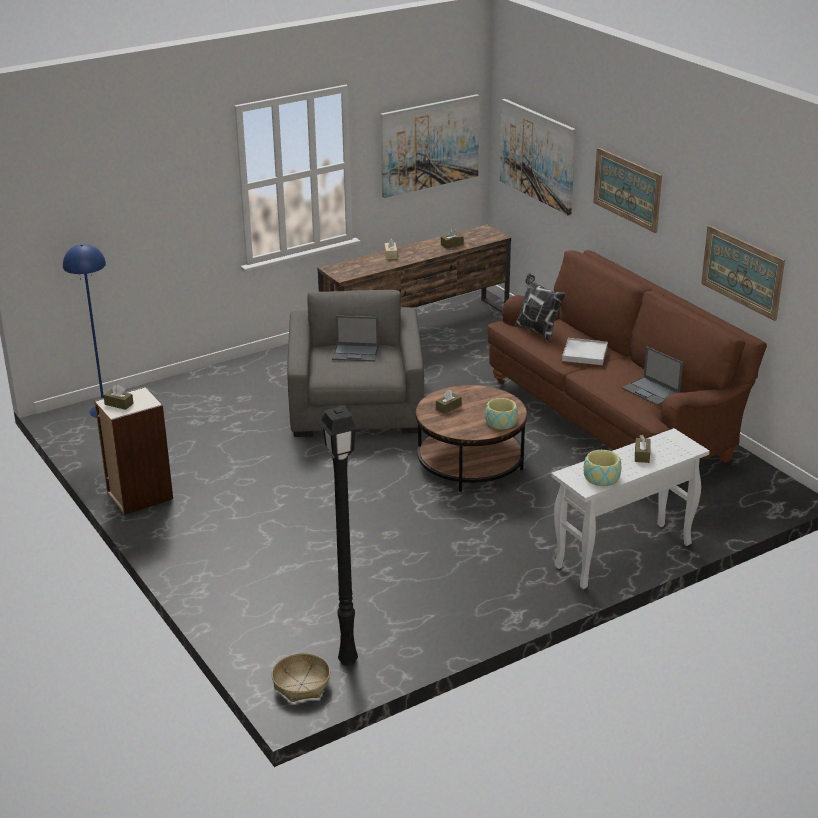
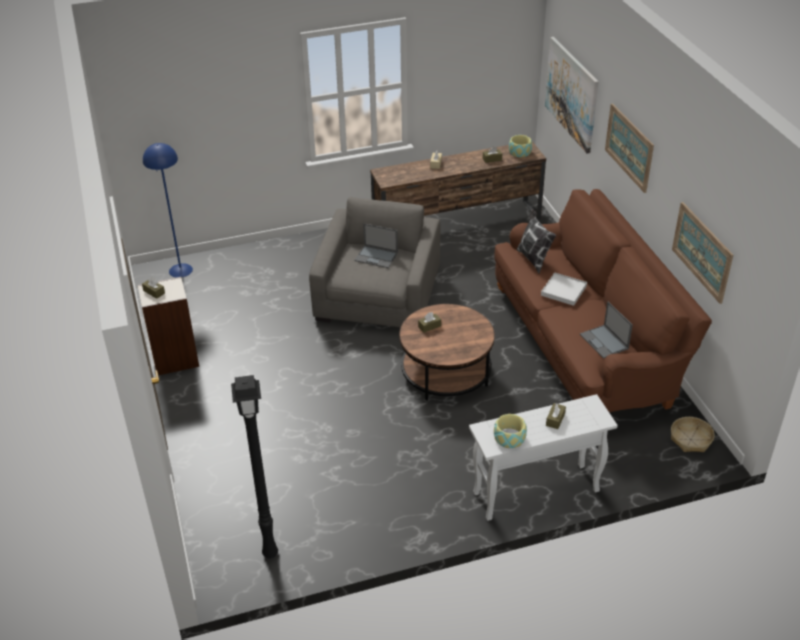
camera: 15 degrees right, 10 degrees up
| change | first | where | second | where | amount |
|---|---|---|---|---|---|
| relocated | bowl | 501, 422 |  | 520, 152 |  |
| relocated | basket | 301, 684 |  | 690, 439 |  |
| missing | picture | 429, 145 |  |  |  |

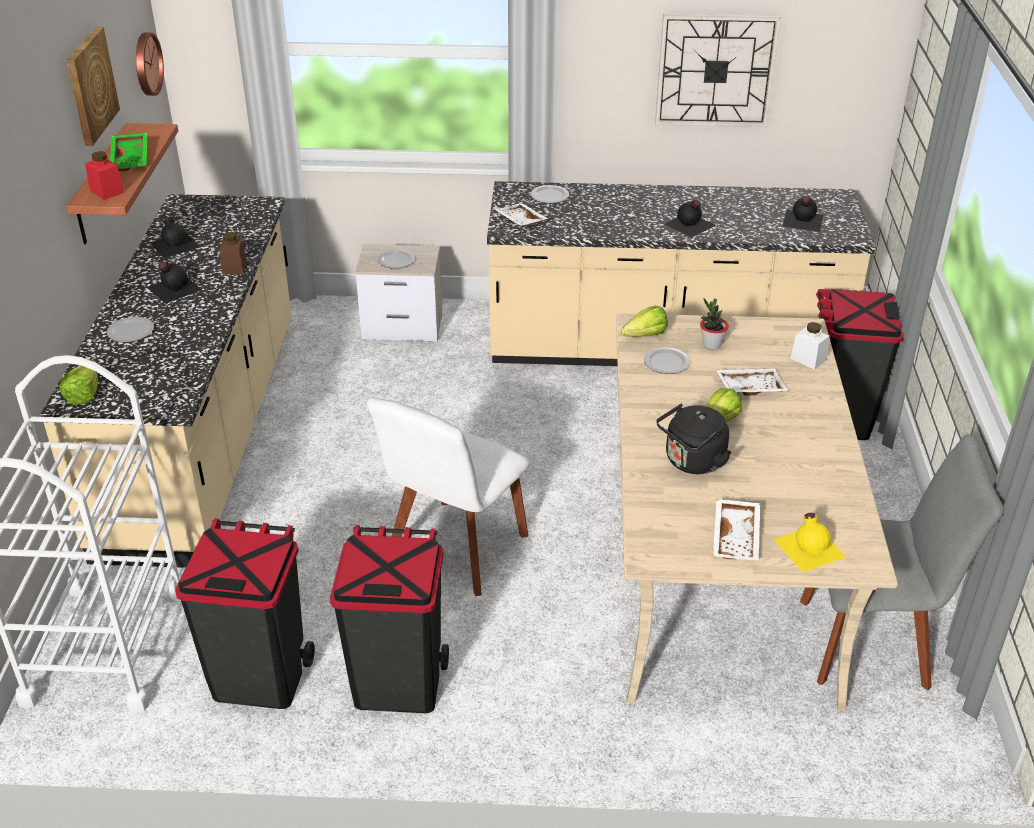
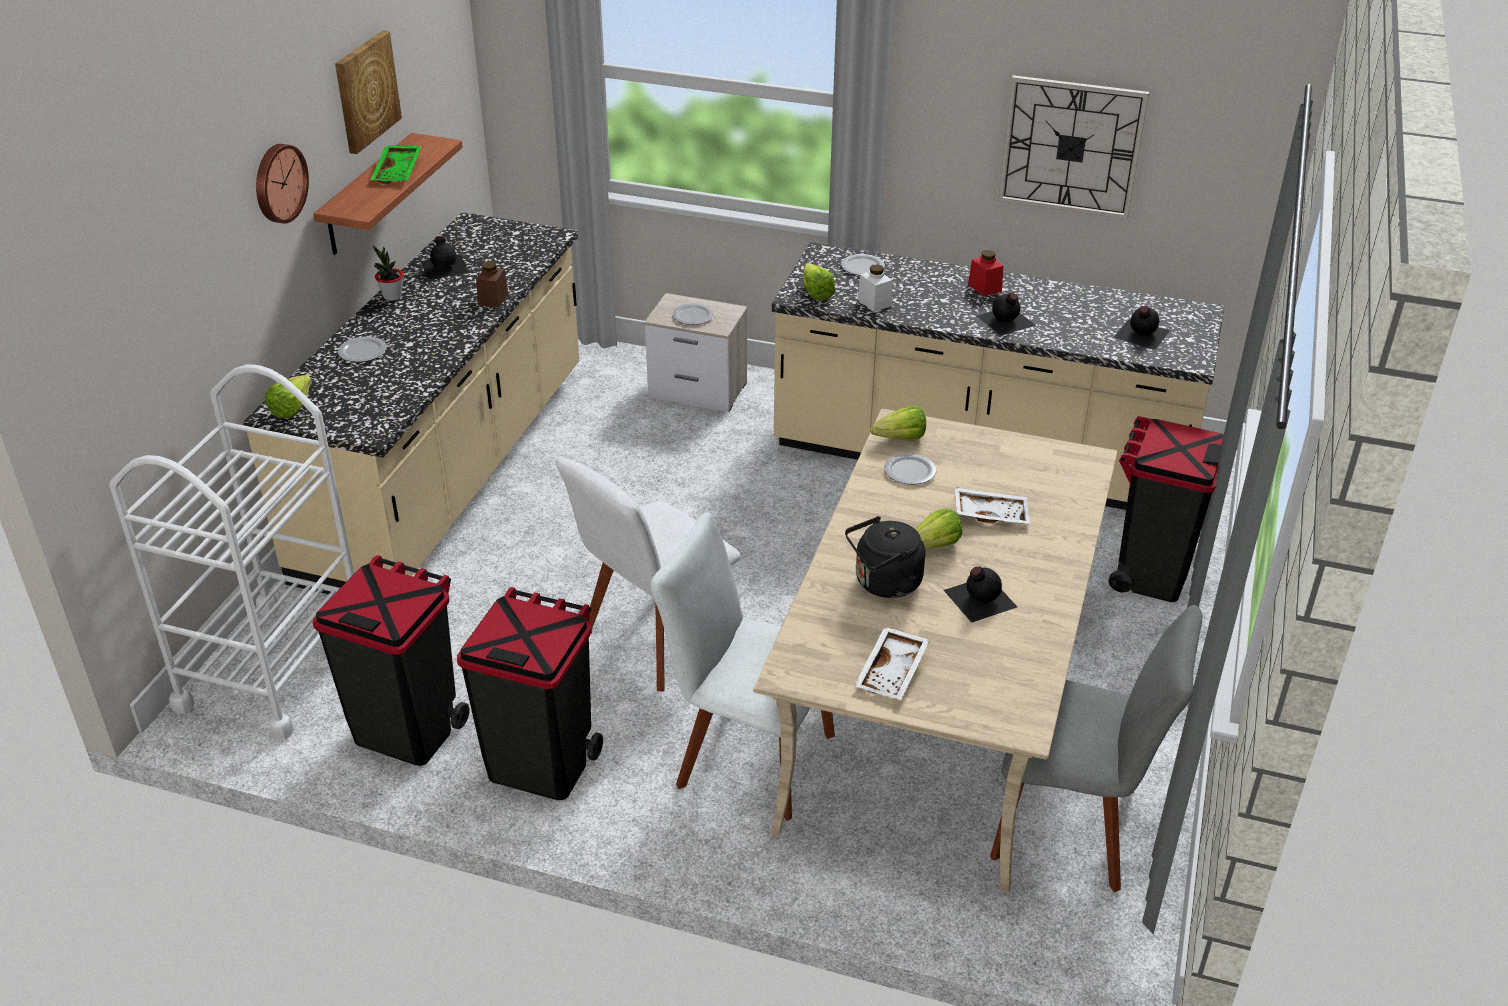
camera: 15 degrees right, 0 degrees up
| change | first | where | second | where | amount |
|---|---|---|---|---|---|
| relocated | wall clock | 146, 64 |  | 278, 183 |  |
| relocated | potted plant | 711, 345 |  | 392, 296 |  |
| appeared |  |  | chair (white) | 748, 756 |  |
| exchanged | tray (white) | 520, 221 | lettuce | 815, 291 |  |
| relocated | jar (white) | 808, 359 |  | 874, 302 |  |
| relocated | bottle (black) | 173, 288 |  | 978, 598 |  |
| relocated | jar (red) | 107, 191 |  | 984, 288 |  |
| missing | bottle (yellow) | 809, 547 |  |  |  |

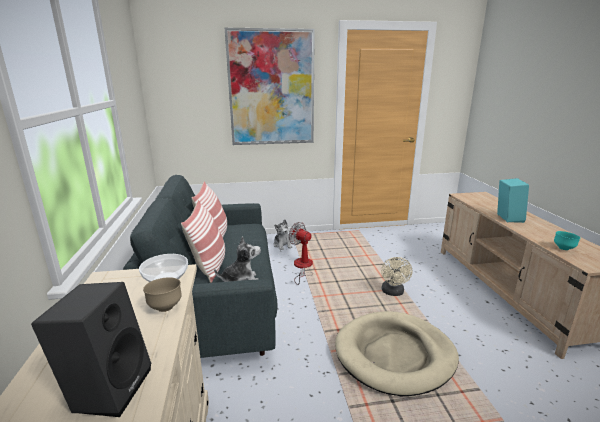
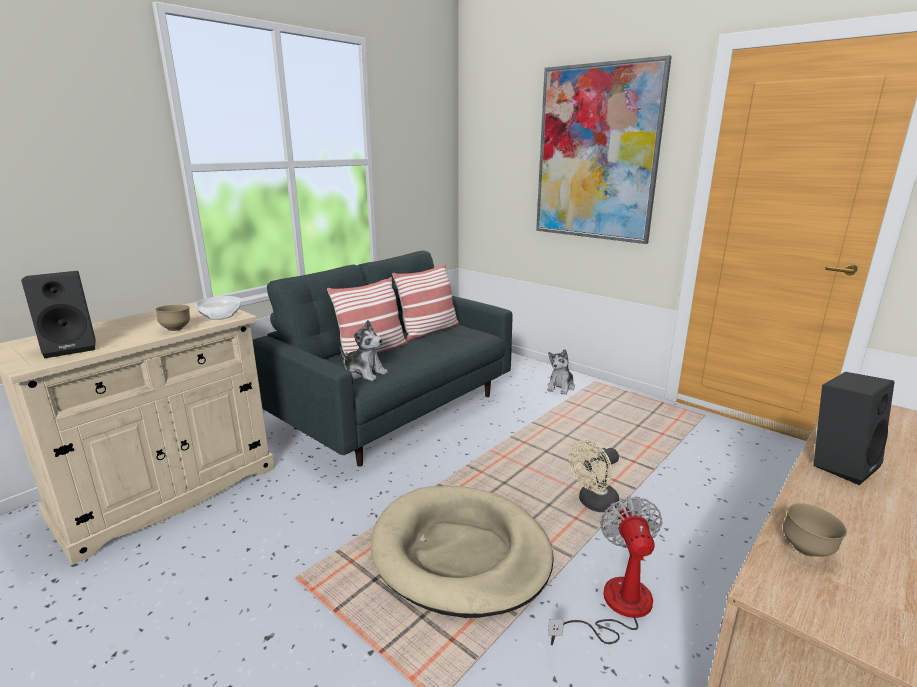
camera: 50 degrees right, 0 degrees up
| change | first | where | second | where | amount |
|---|---|---|---|---|---|
| relocated | fan | 302, 267 |  | 615, 607 |  |
| colour | bowl (turquoise) | 564, 248 | bowl (brown) | 807, 550 |  |
| colour | speaker (turquoise) | 507, 218 | speaker (black) | 839, 463 |  |

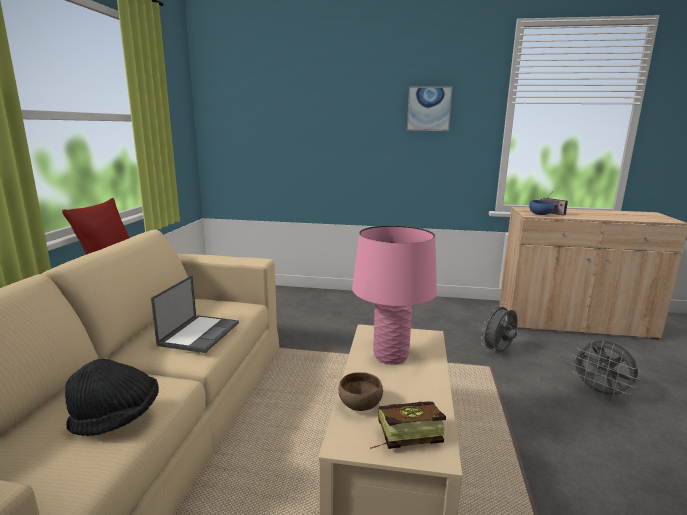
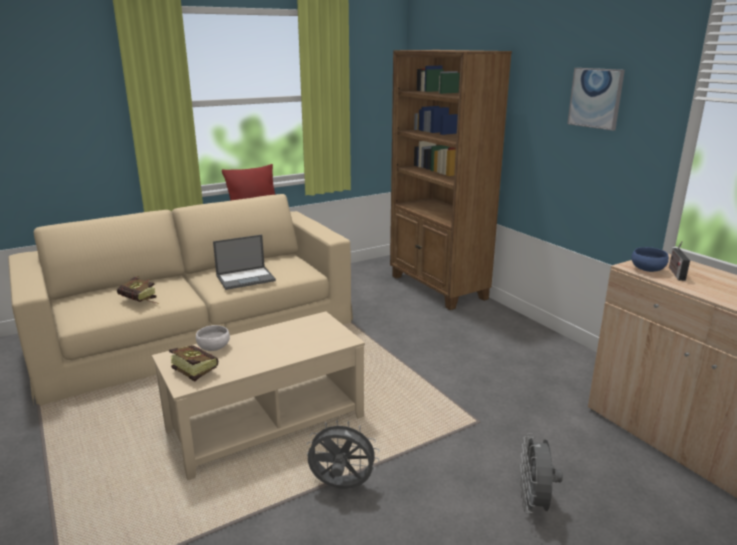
camera: 50 degrees right, 5 degrees up
| change | first | where | second | where | amount |
|---|---|---|---|---|---|
| exchanged | hat (black) | 117, 418 | book | 140, 301 |  |
| colour | bowl (brown) | 359, 404 | bowl (white) | 214, 347 |  |
| relocated | fan (grey) | 498, 352 |  | 341, 487 |  |
| appeared |  |  | bookcase (brown) | 438, 287 |  |
| missing | table lamp (pink) | 390, 356 |  |  |  |

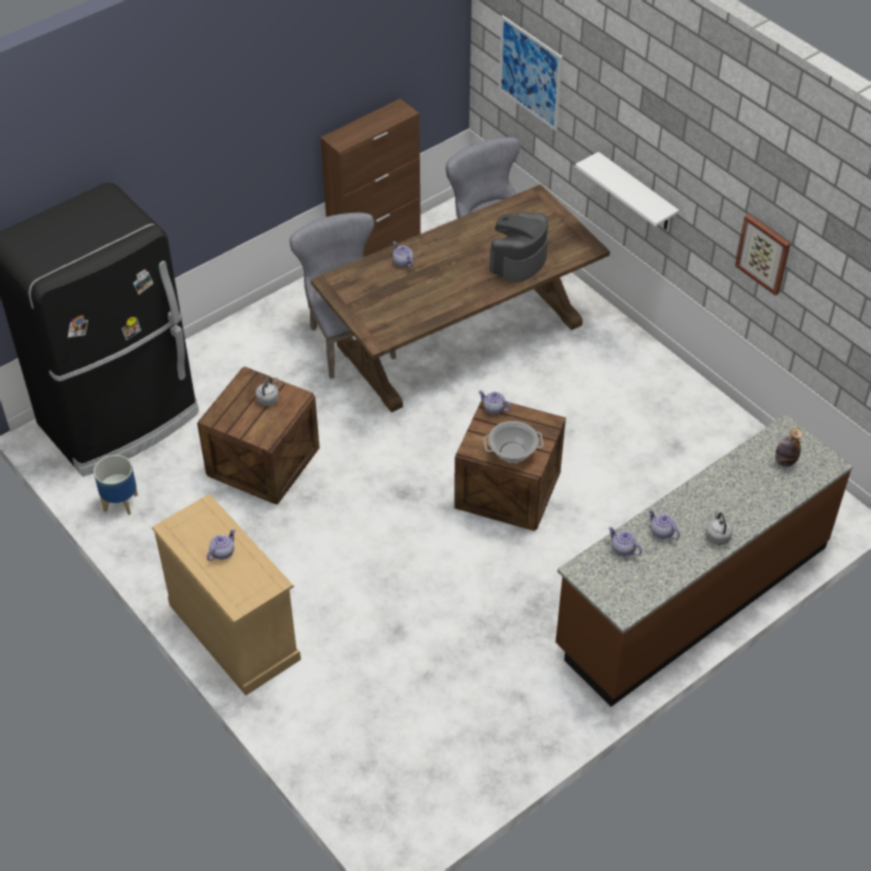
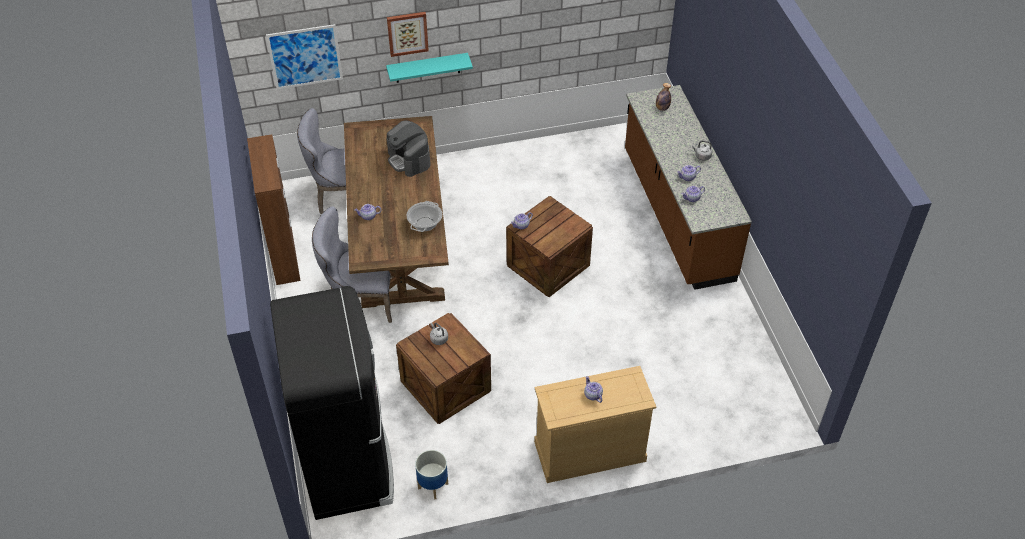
camera: 65 degrees left, 0 degrees up
| change | first | where | second | where | amount |
|---|---|---|---|---|---|
| colour | shelf (white) | 636, 193 | shelf (turquoise) | 427, 68 |  |
| relocated | picture | 764, 253 |  | 407, 33 |  |
| relocated | cooking pot | 512, 452 |  | 425, 224 |  |

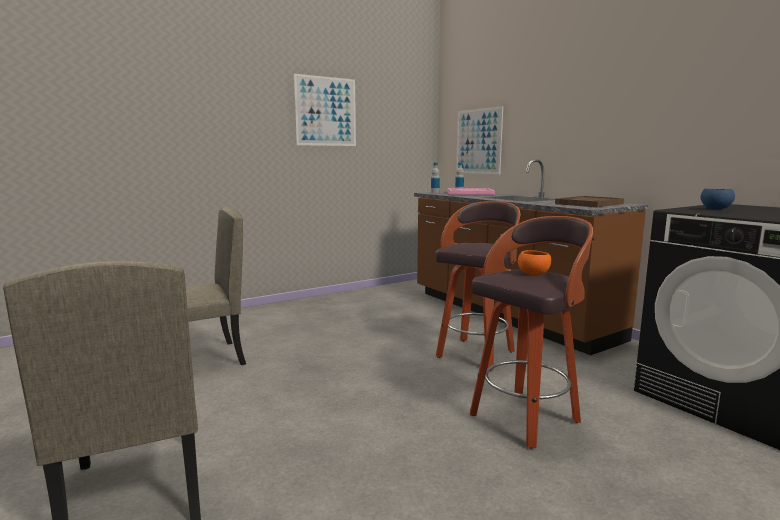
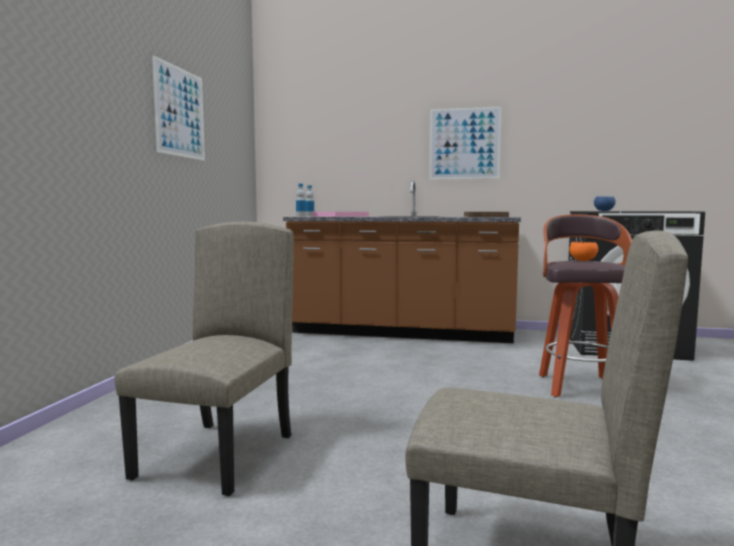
camera: 45 degrees left, 5 degrees down
| change | first | where | second | where | amount |
|---|---|---|---|---|---|
| relocated | picture | 478, 141 |  | 464, 143 |  |
| missing | stool | 476, 353 |  |  |  |

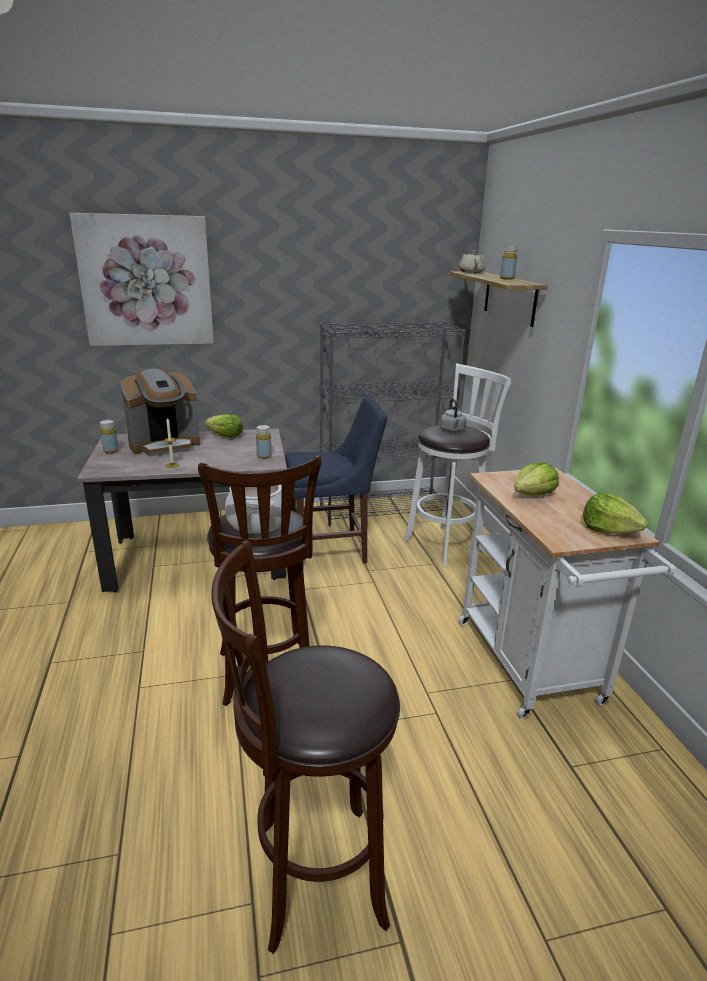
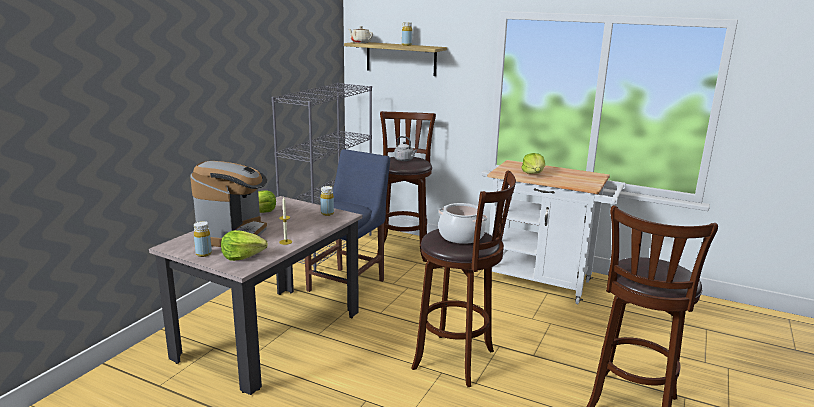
camera: 50 degrees left, 5 degrees down
| change | first | where | second | where | amount |
|---|---|---|---|---|---|
| relocated | lettuce | 608, 529 |  | 242, 256 |  |
| colour | stool (white) | 446, 544 | stool (brown) | 403, 250 |  |
| missing | picture | 146, 281 |  |  |  |

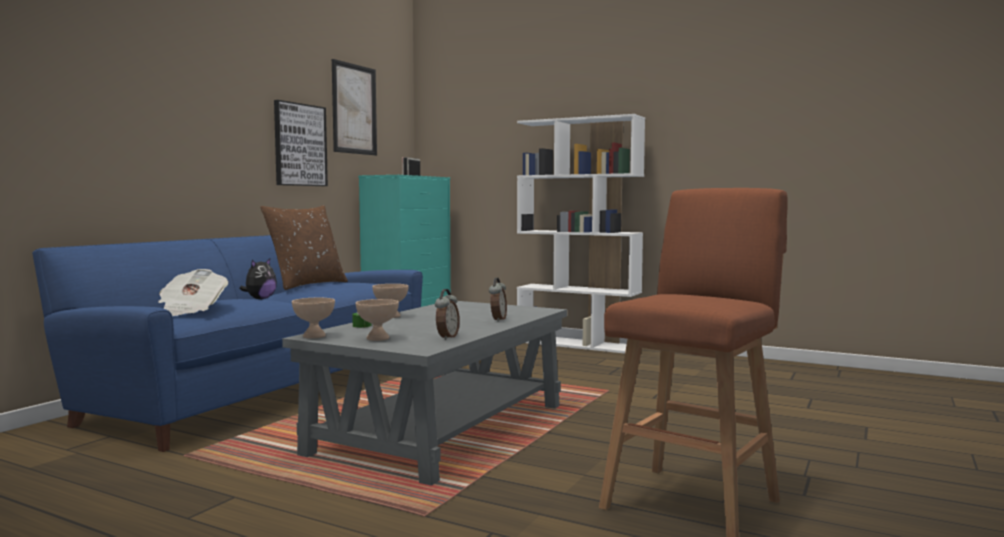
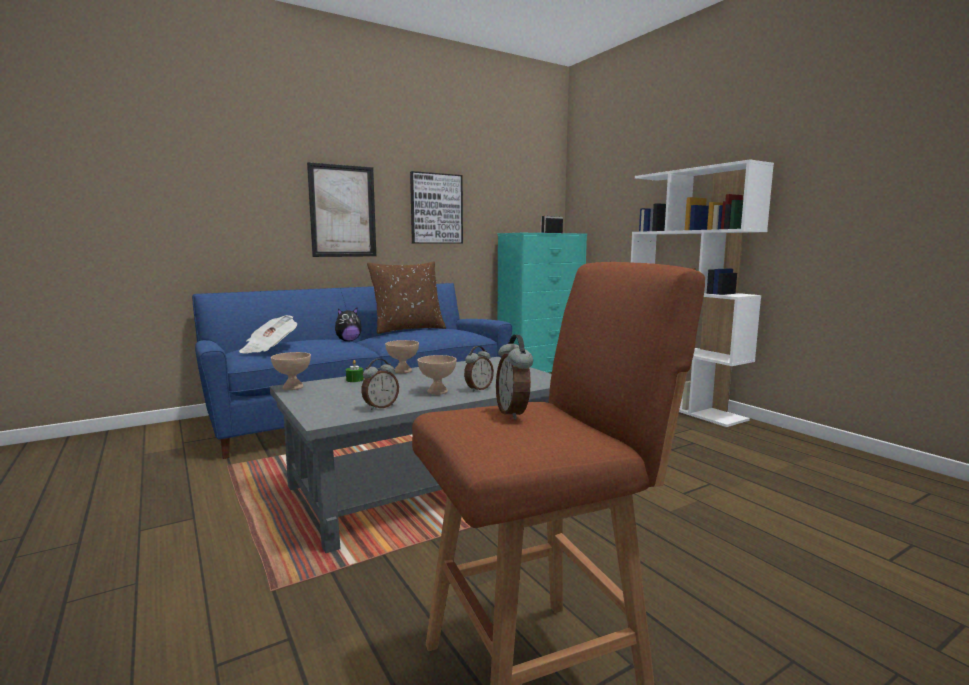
camera: 30 degrees right, 5 degrees up
| change | first | where | second | where | amount |
|---|---|---|---|---|---|
| relocated | picture | 354, 109 |  | 342, 211 |  |
| relocated | bowl (beige) | 378, 338 |  | 438, 392 |  |
| appeared |  |  | alarm clock | 514, 413 |  |

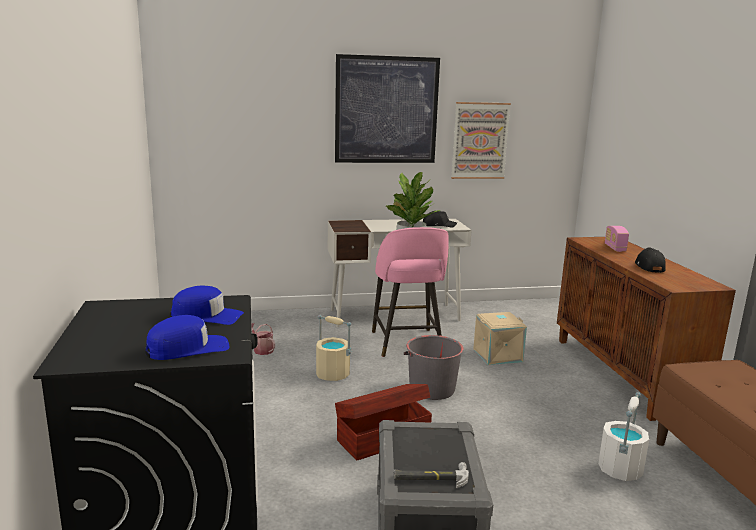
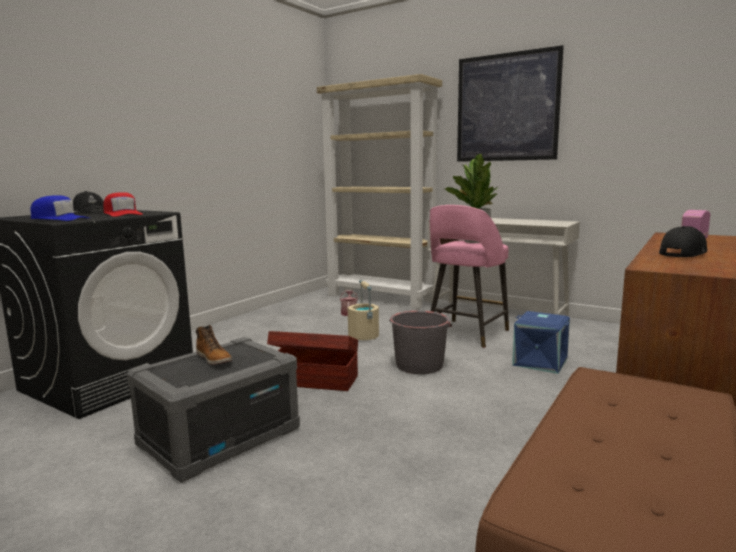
camera: 45 degrees right, 5 degrees down
| change | first | where | second | where | amount |
|---|---|---|---|---|---|
| relocated | cap (black) | 438, 225 |  | 90, 212 |  |
| colour | cap (blue) | 207, 316 | cap (red) | 122, 214 |  |
| appeared |  |  | boot | 214, 358 |  |
| appeared |  |  | bookcase (beige) | 381, 298 |  |
| colour | storage box (beige) | 497, 355 | storage box (blue) | 540, 362 |  |
| missing | hammer | 430, 478 |  |  |  |
| missing | picture | 480, 141 |  |  |  |
| missing | bucket (white) | 620, 469 |  |  |  |

